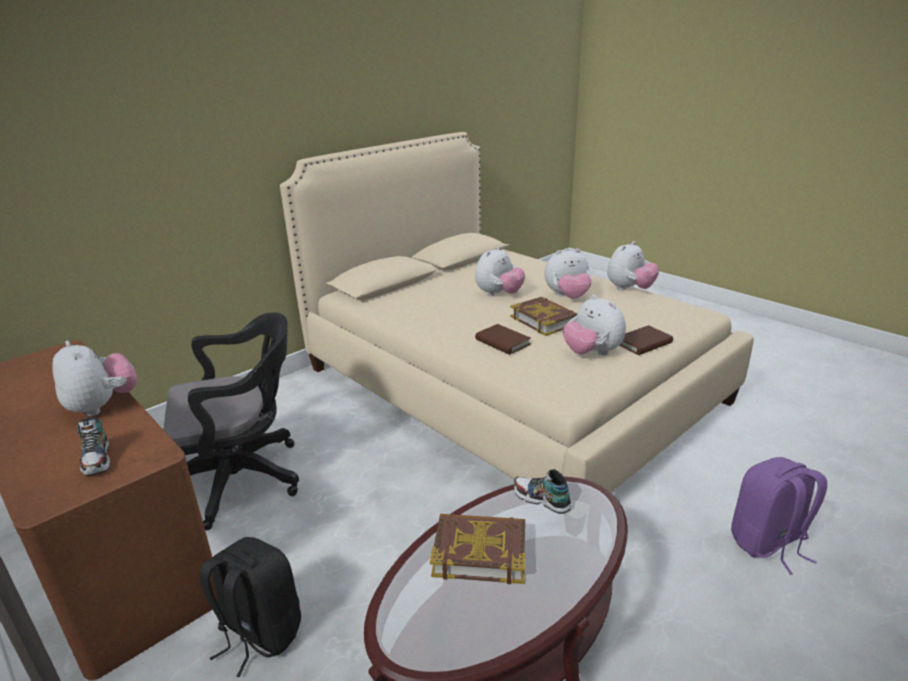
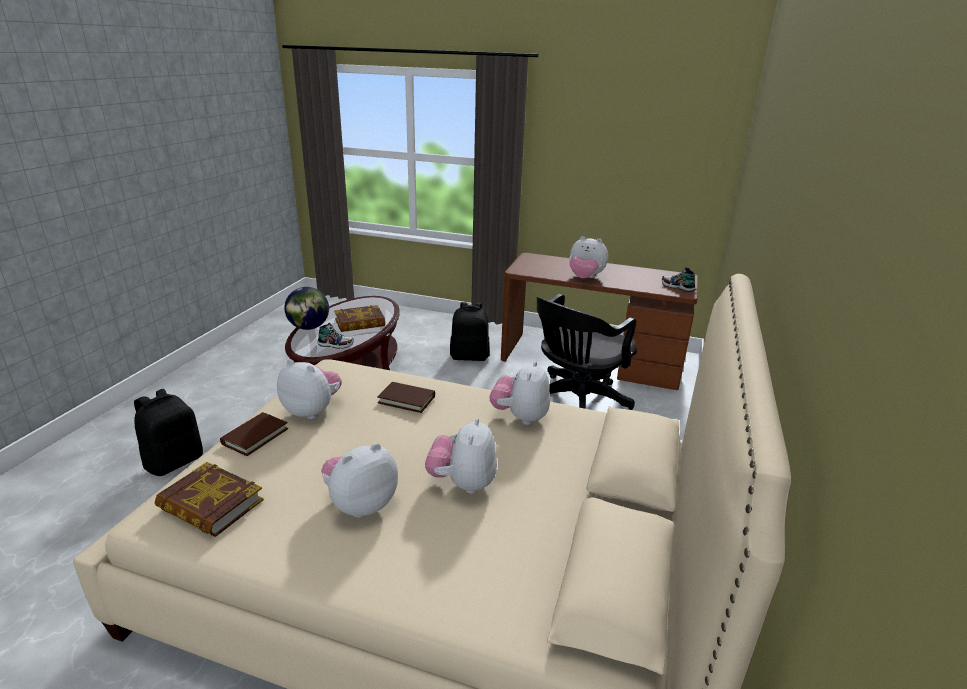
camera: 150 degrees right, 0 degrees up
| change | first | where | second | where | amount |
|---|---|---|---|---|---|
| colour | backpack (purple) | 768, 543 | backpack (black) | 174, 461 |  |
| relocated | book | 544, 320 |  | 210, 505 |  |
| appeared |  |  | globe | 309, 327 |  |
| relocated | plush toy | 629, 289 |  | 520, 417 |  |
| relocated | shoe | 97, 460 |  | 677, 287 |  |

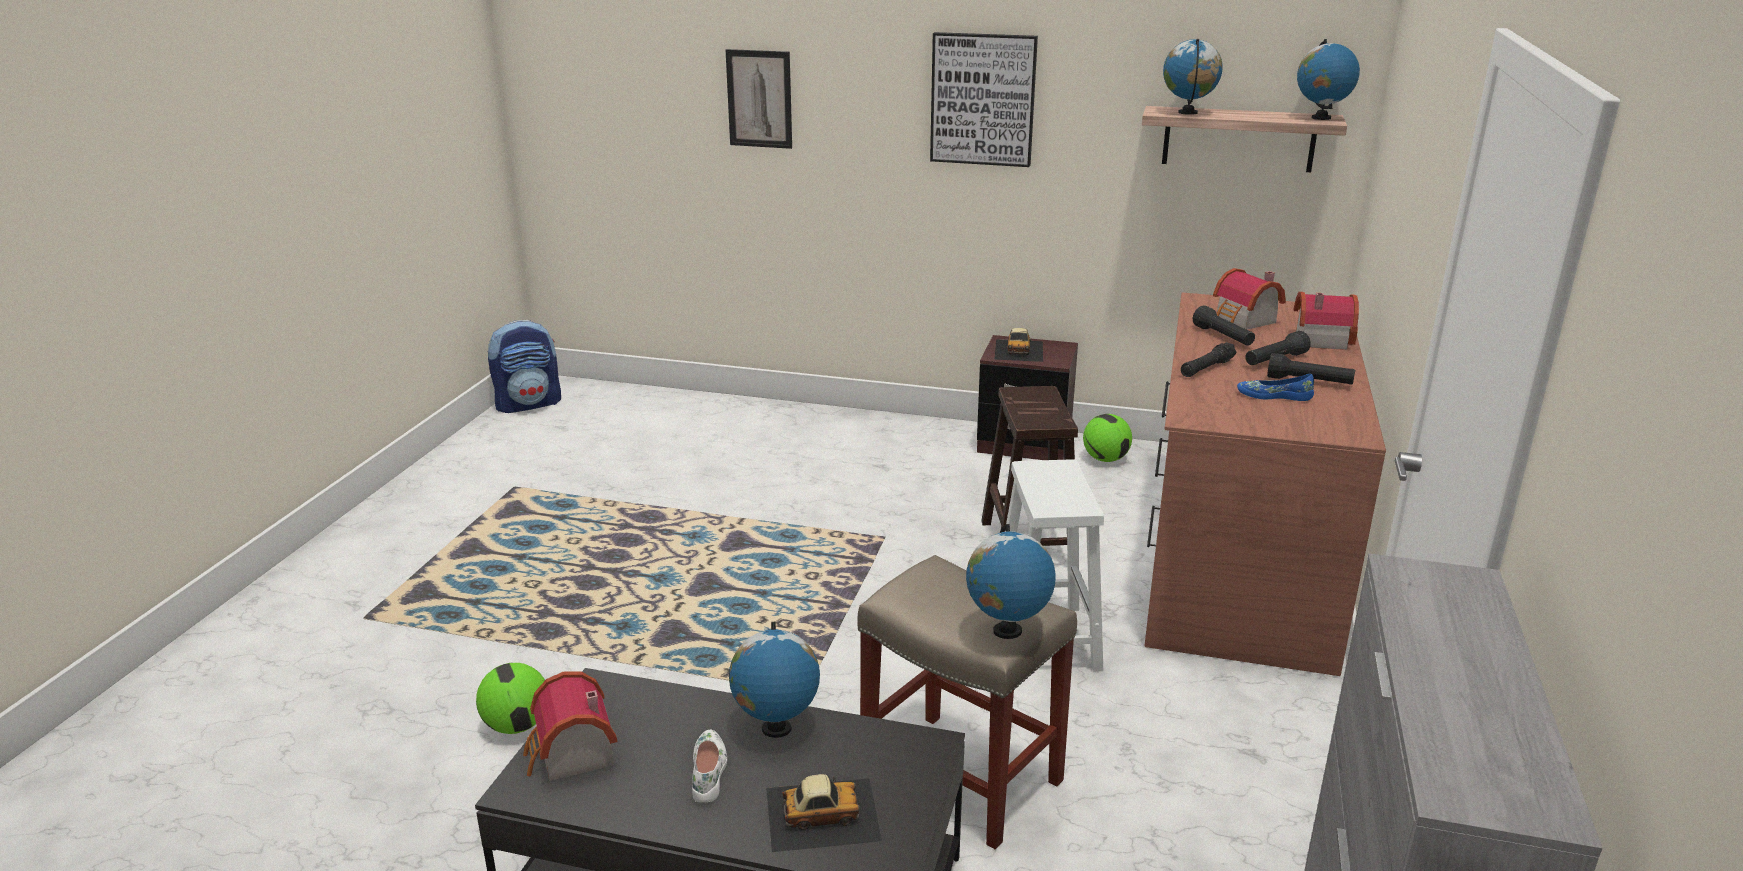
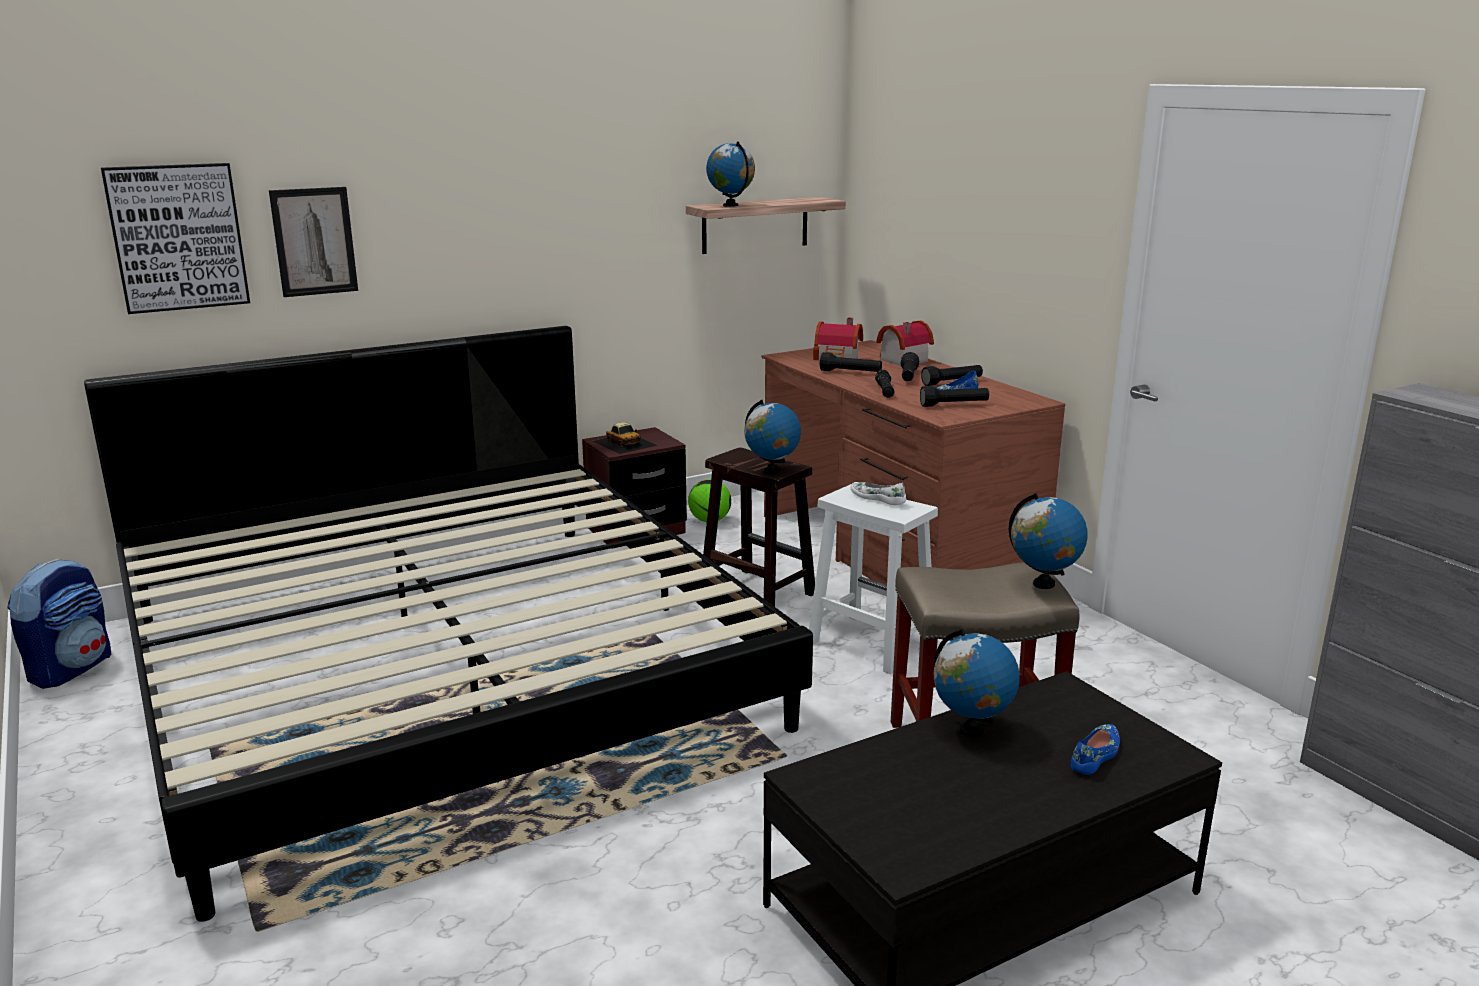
camera: 45 degrees left, 5 degrees down
| change | first | where | second | where | amount |
|---|---|---|---|---|---|
| appeared |  |  | bed | 440, 669 |  |
| relocated | picture | 983, 99 |  | 178, 237 |  |
| relocated | globe | 1320, 118 |  | 772, 471 |  |
| relocated | shoe (white) | 709, 772 |  | 878, 498 |  |
| appeared |  |  | flashlight (black) | 954, 405 |  |
| exchanged | toy car | 821, 813 | shoe (blue) | 1096, 756 |  |
| missing | football | 517, 725 |  |  |  |
| missing | toy house | 571, 756 |  |  |  |

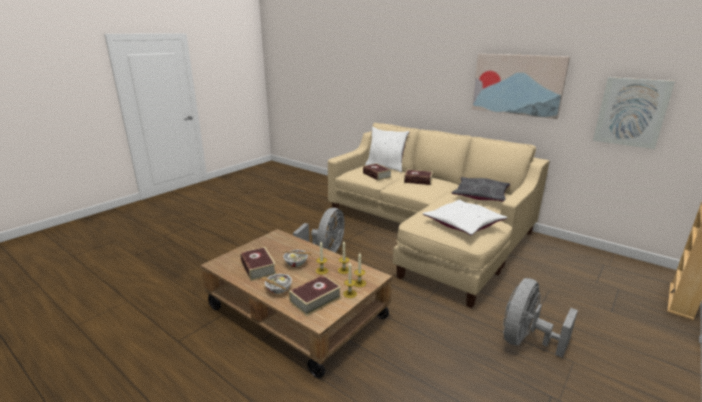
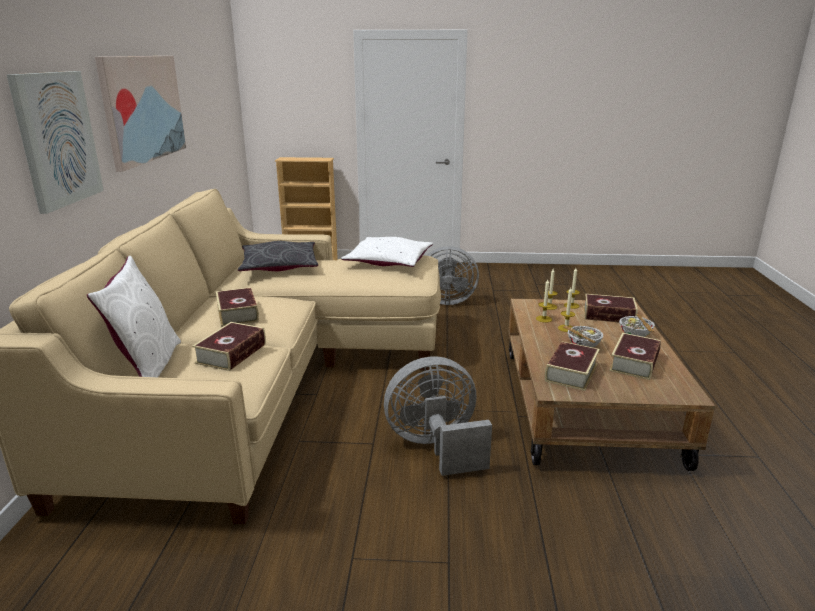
camera: 125 degrees left, 0 degrees up
| change | first | where | second | where | amount |
|---|---|---|---|---|---|
| relocated | picture | 631, 112 |  | 57, 139 |  |
| appeared |  |  | book | 571, 372 |  |

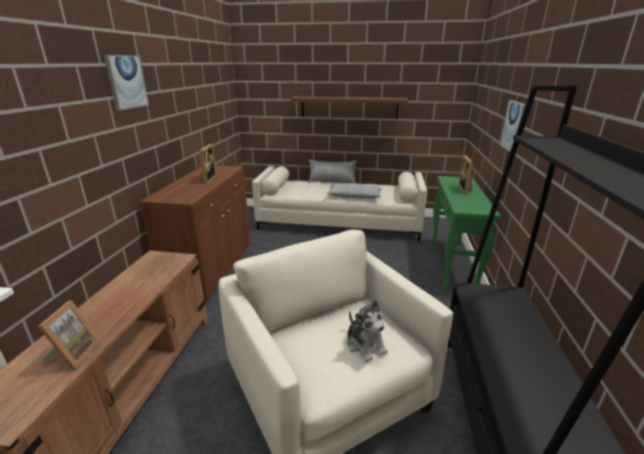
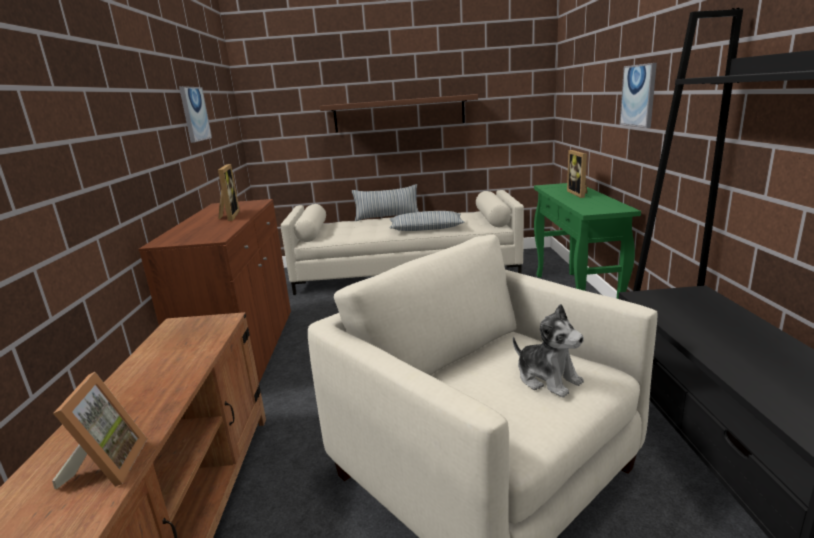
camera: 10 degrees left, 5 degrees down
| change | first | where | second | where | amount |
|---|---|---|---|---|---|
| relocated | picture | 126, 82 |  | 194, 114 |  |

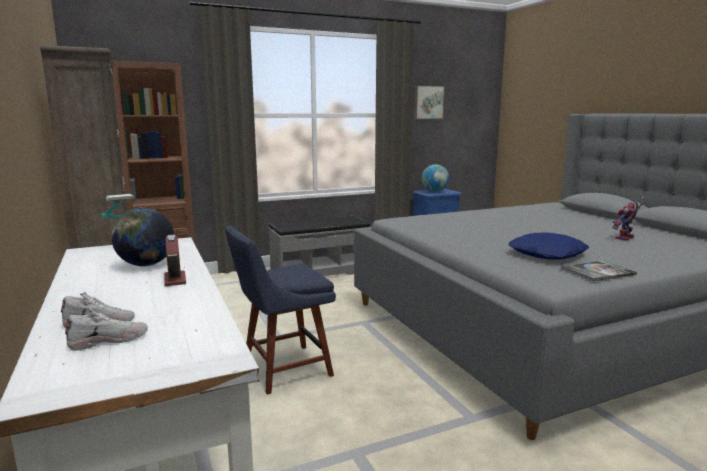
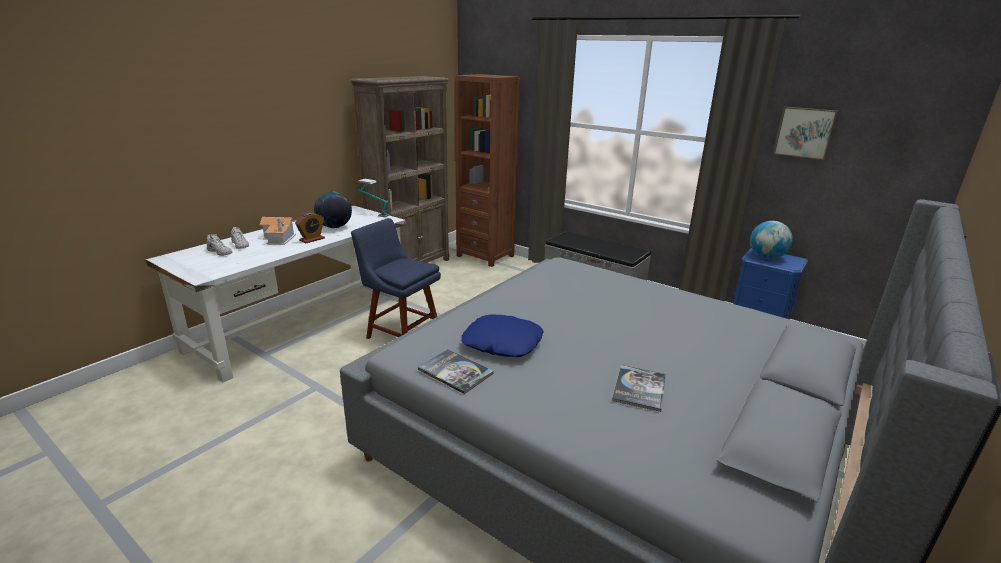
camera: 60 degrees right, 10 degrees up
| change | first | where | second | where | amount |
|---|---|---|---|---|---|
| appeared |  |  | toy house | 280, 238 |  |
| exchanged | toy robot | 625, 238 | book | 639, 388 |  |

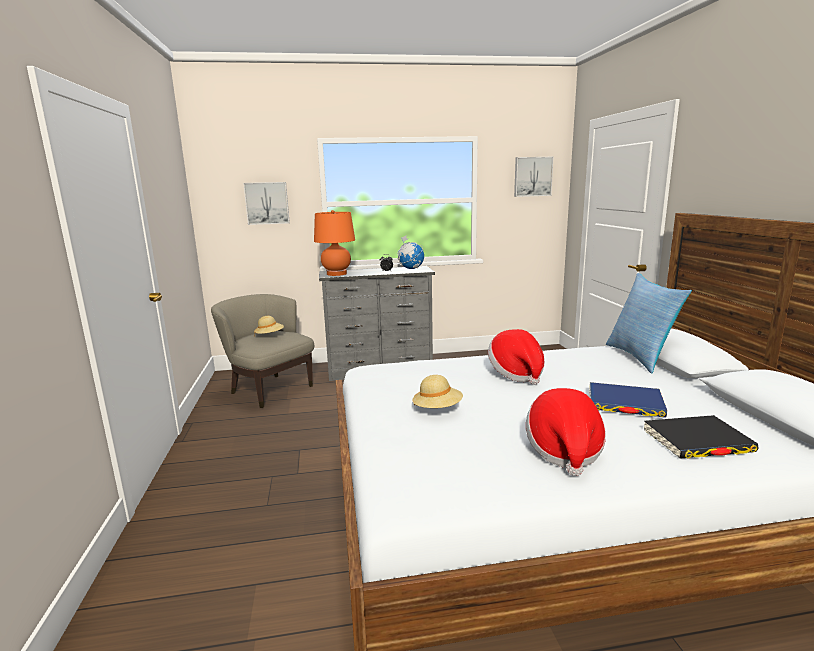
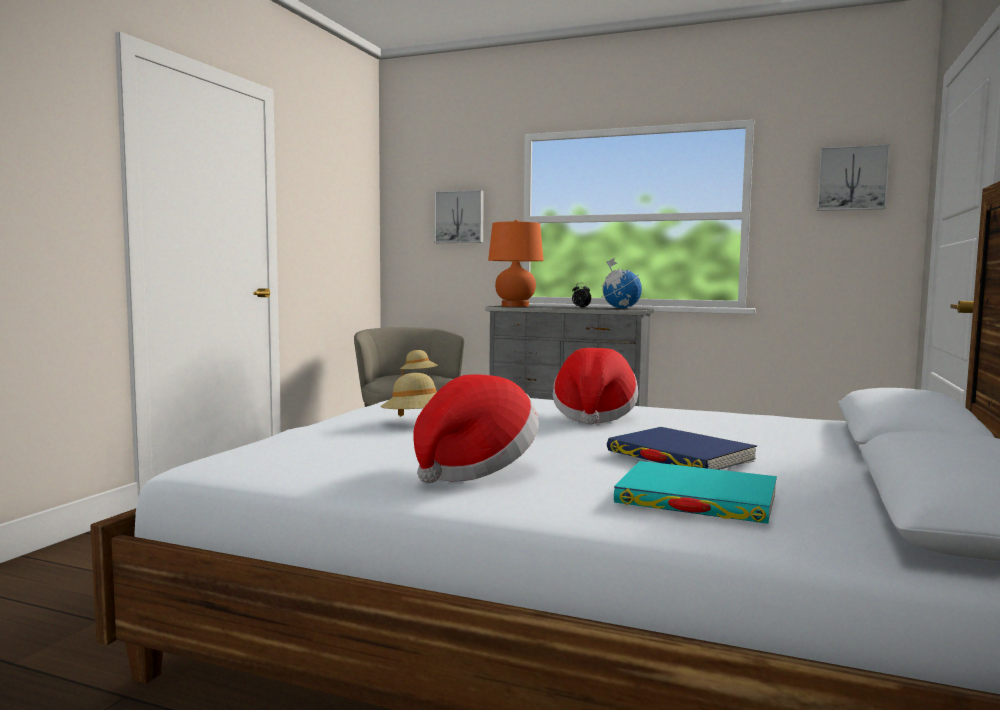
camera: 30 degrees right, 10 degrees down
| change | first | where | second | where | amount |
|---|---|---|---|---|---|
| colour | book (black) | 697, 441 | book (turquoise) | 696, 500 |  |
| missing | pillow | 641, 357 |  |  |  |

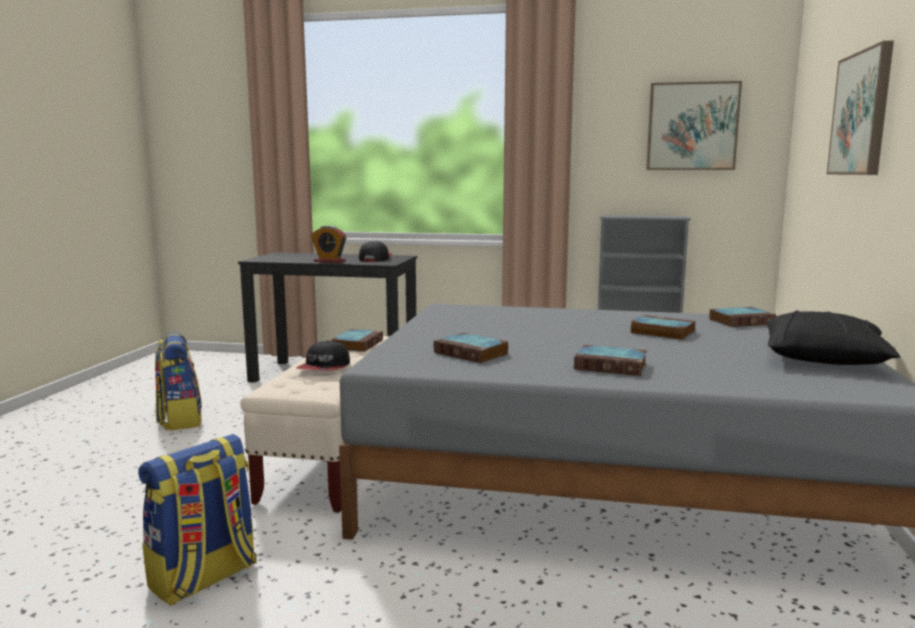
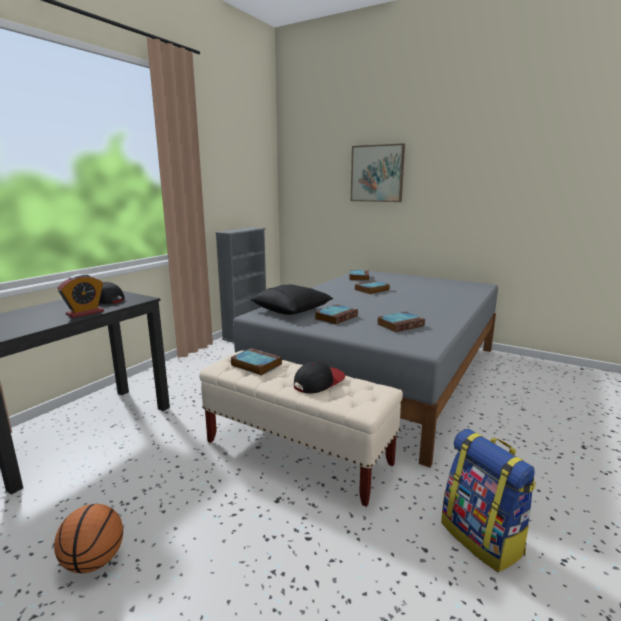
camera: 70 degrees left, 5 degrees up
| change | first | where | second | where | amount |
|---|---|---|---|---|---|
| exchanged | backpack | 179, 420 | basketball | 94, 561 |  |
| relocated | pillow (black) | 824, 359 |  | 291, 310 |  |
| spun | cap | 325, 367 |  | 319, 382 | 75 degrees counterclockwise |
| relocated | book | 612, 366 |  | 336, 317 |  |
| missing | picture | 692, 126 |  |  |  |

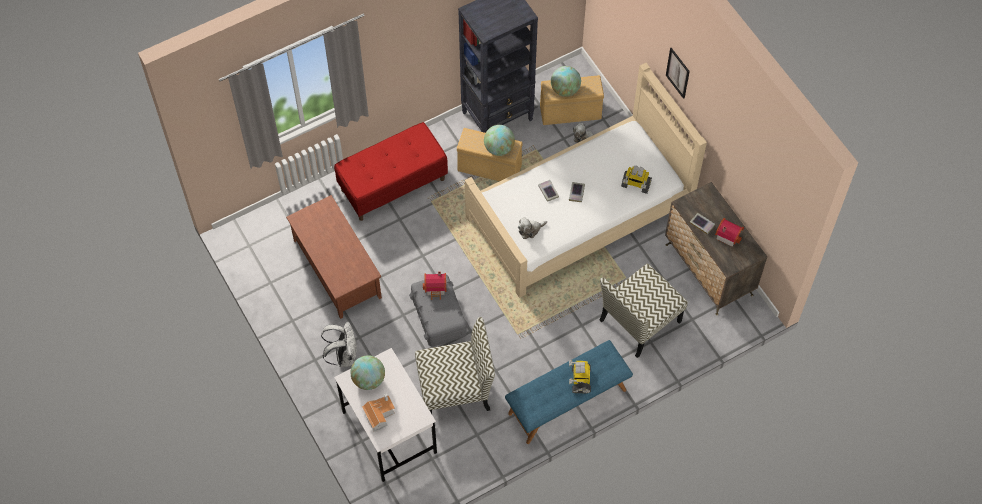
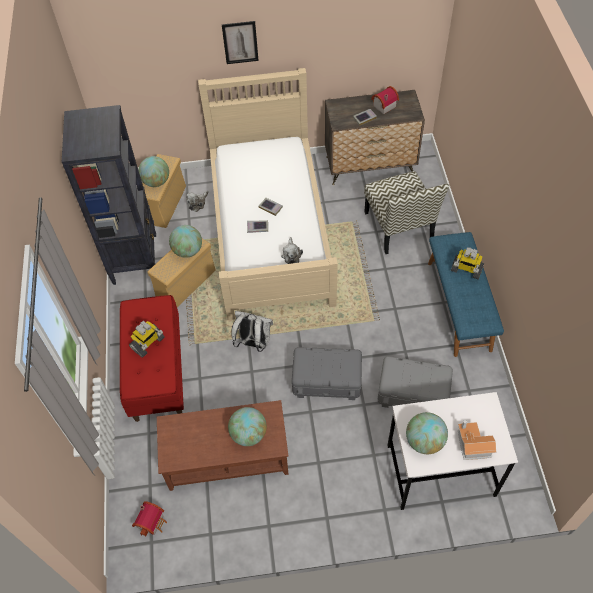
camera: 65 degrees left, 5 degrees down
| change | first | where | second | where | amount |
|---|---|---|---|---|---|
| relocated | toy robot | 635, 184 |  | 148, 343 |  |
| relocated | toy house | 436, 288 |  | 152, 521 |  |
| appeared |  |  | globe | 249, 434 |  |
| relocated | backpack (white) | 343, 355 |  | 253, 343 |  |
| exchanged | chair | 456, 389 | storage box (grey) | 413, 392 |  |

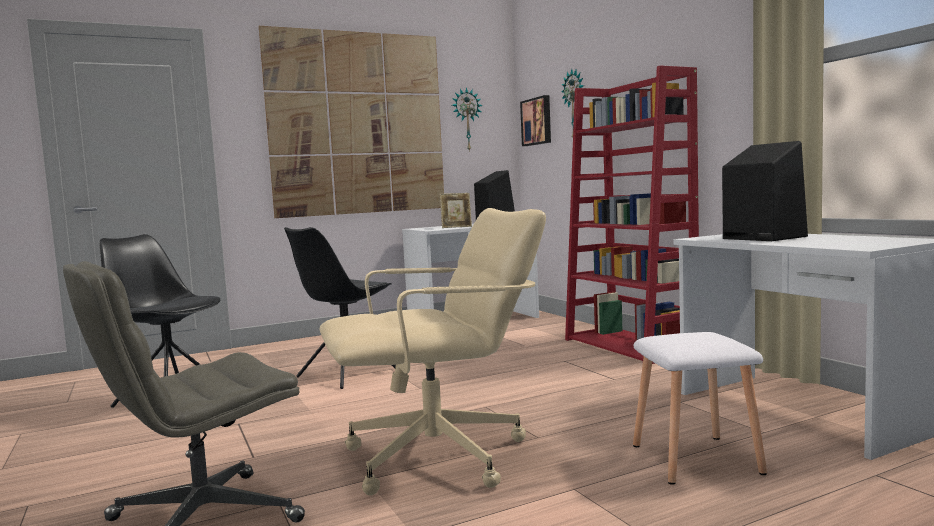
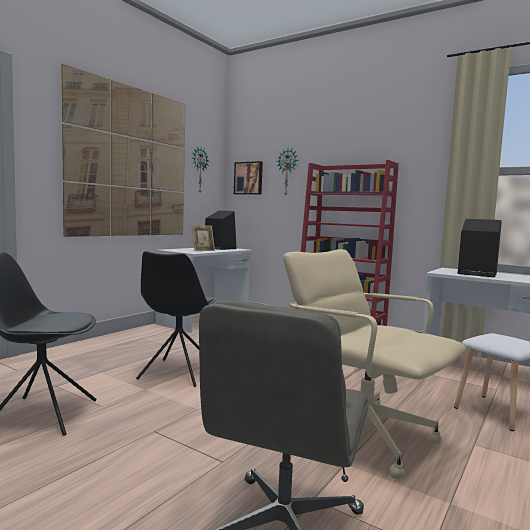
camera: 30 degrees left, 0 degrees up
| change | first | where | second | where | amount |
|---|---|---|---|---|---|
| spun | office chair (beige) | 438, 457 |  | 362, 436 | 90 degrees counterclockwise |

